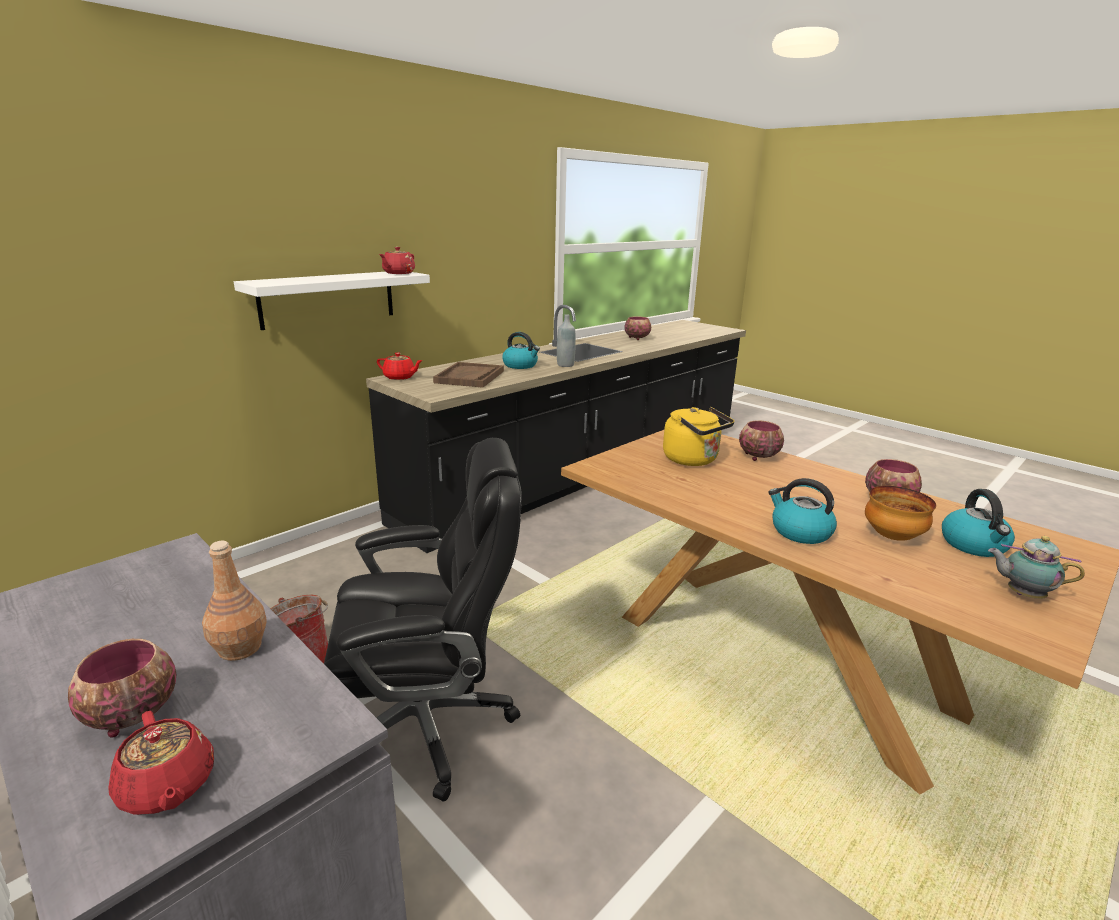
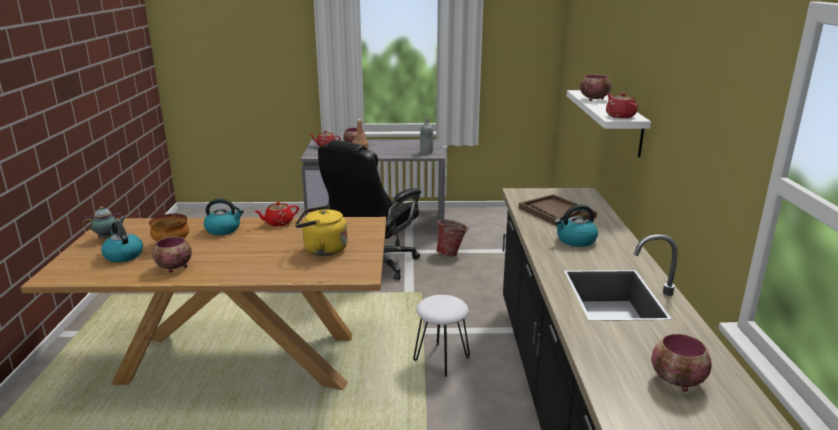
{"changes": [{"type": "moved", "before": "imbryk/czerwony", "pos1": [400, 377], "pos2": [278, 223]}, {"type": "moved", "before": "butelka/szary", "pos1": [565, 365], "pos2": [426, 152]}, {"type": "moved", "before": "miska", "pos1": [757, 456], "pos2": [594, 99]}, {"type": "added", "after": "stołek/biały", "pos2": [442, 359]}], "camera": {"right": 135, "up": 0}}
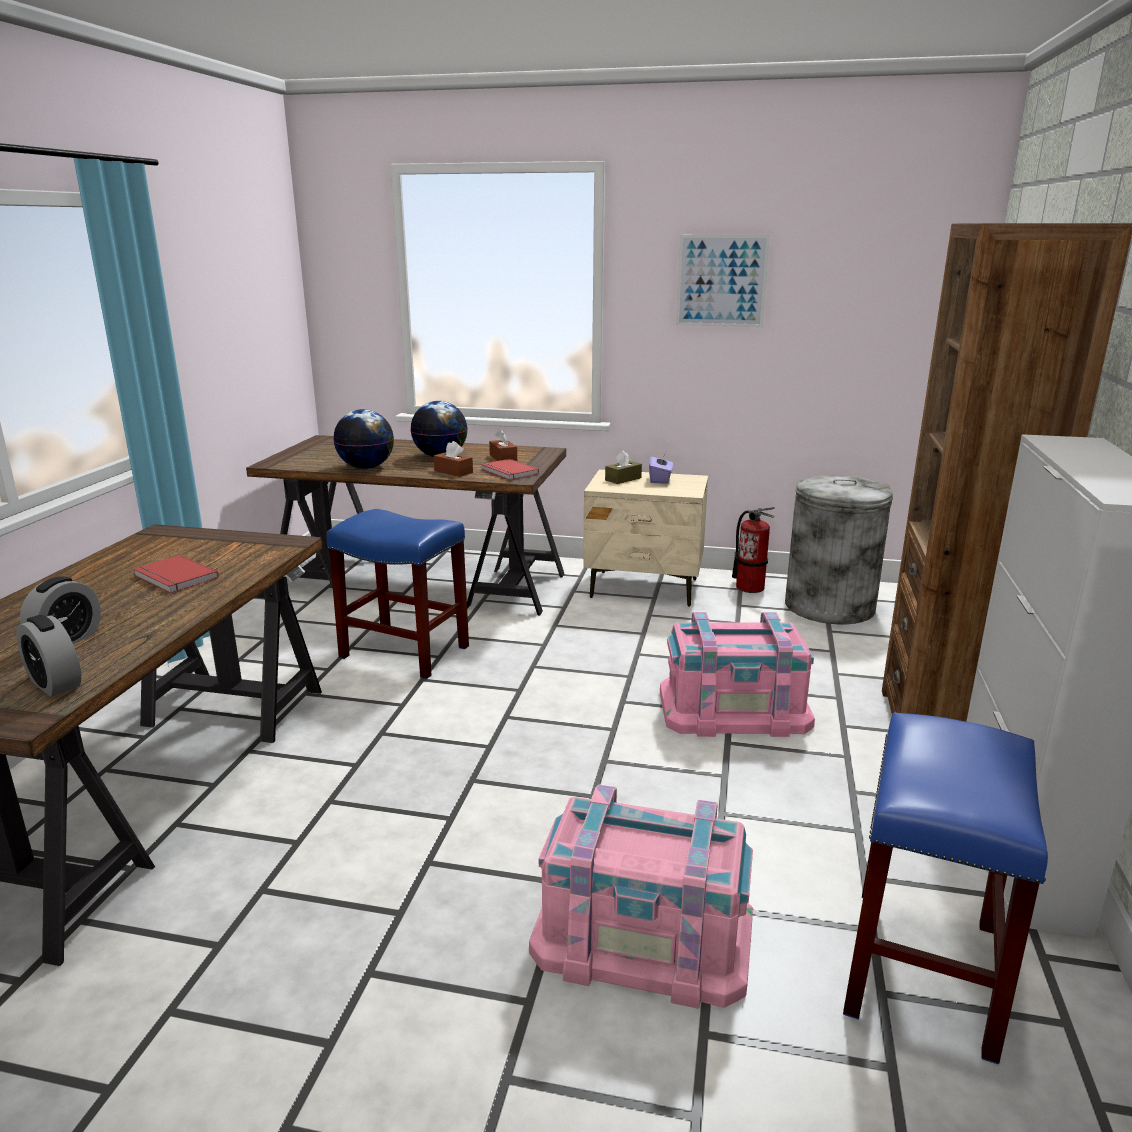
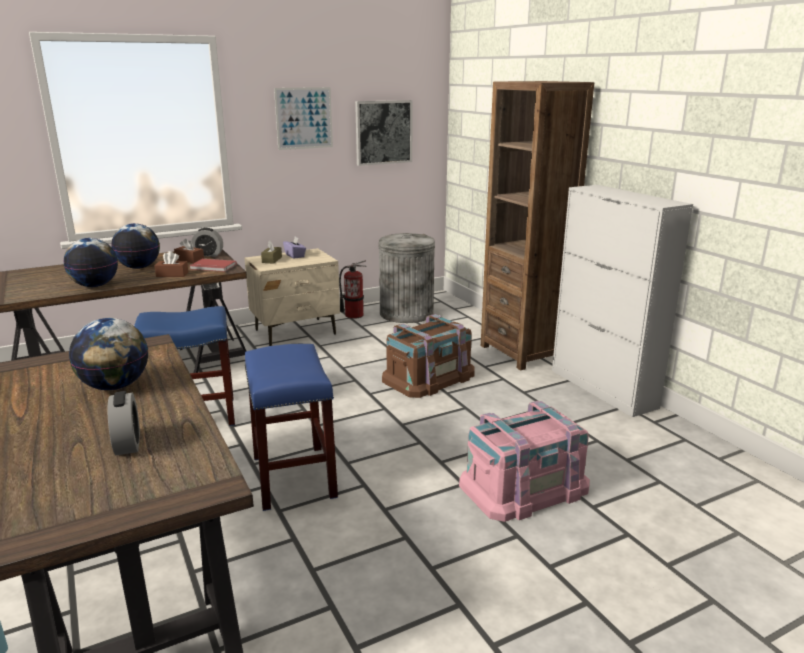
{"changes": [{"type": "moved", "before": "budzik", "pos1": [55, 683], "pos2": [208, 255]}, {"type": "replaced", "before": "książka/czerwony", "after": "globus", "pos1": [174, 578], "pos2": [115, 386]}, {"type": "recoloured", "before": "pojemnik do przechowywania/różowy", "after": "pojemnik do przechowywania/brązowy", "pos1": [733, 709], "pos2": [429, 377]}, {"type": "moved", "before": "stołek/niebieski", "pos1": [924, 970], "pos2": [294, 477]}, {"type": "added", "after": "obraz", "pos2": [383, 132]}], "camera": {"right": -40, "up": 0}}
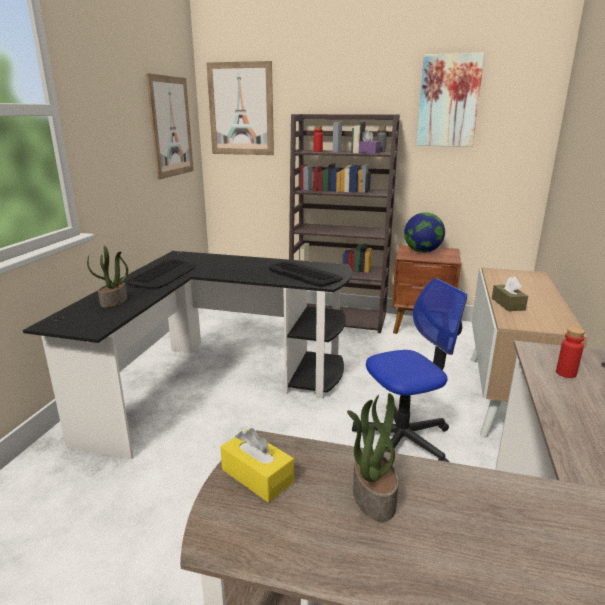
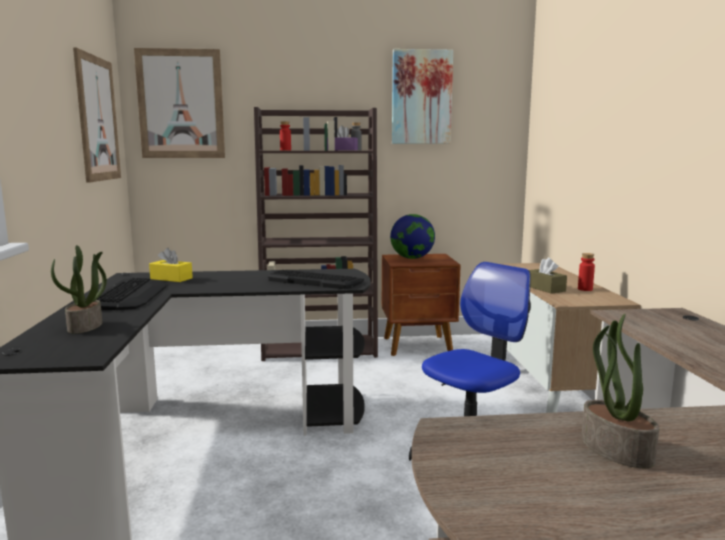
{"changes": [{"type": "moved", "before": "pudełko chusteczek/żółty", "pos1": [257, 476], "pos2": [171, 278]}, {"type": "moved", "before": "butelka/czerwony", "pos1": [566, 373], "pos2": [585, 289]}], "camera": {"right": -20, "up": -10}}
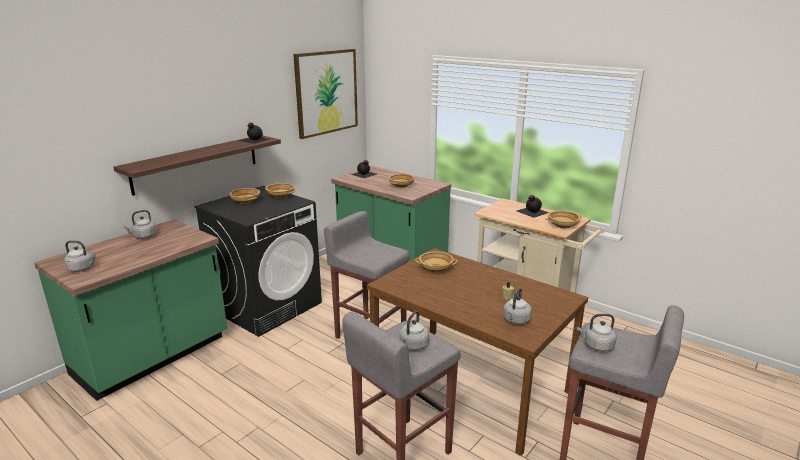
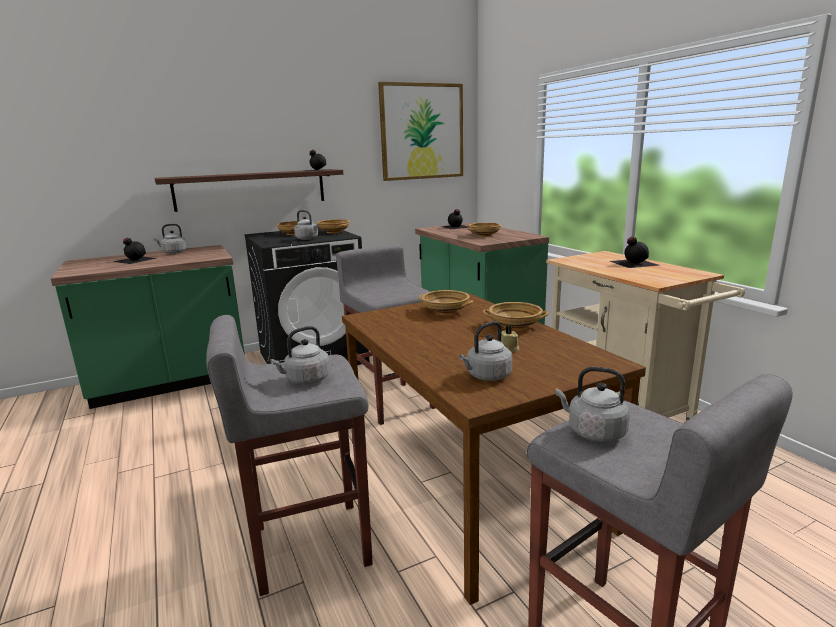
{"changes": [{"type": "moved", "before": "czajnik/szary", "pos1": [82, 268], "pos2": [308, 239]}, {"type": "moved", "before": "miska/beżowy", "pos1": [562, 225], "pos2": [514, 325]}, {"type": "added", "after": "butelka/czarny", "pos2": [134, 260]}], "camera": {"right": 25, "up": -5}}
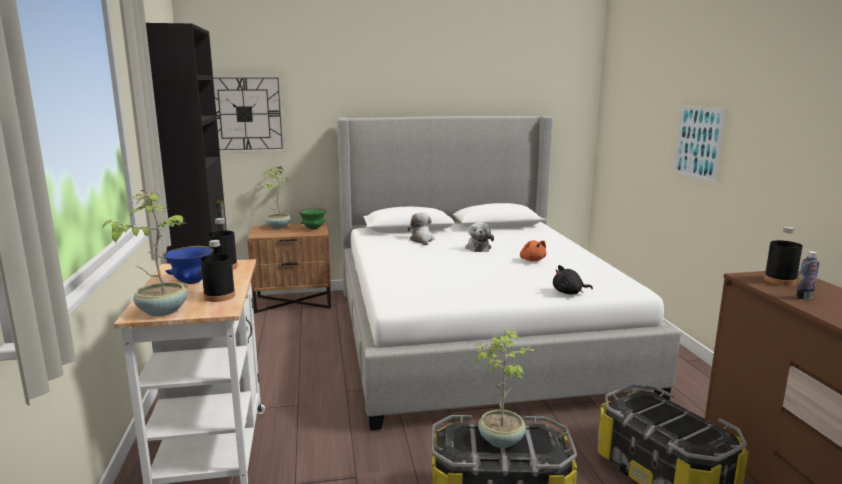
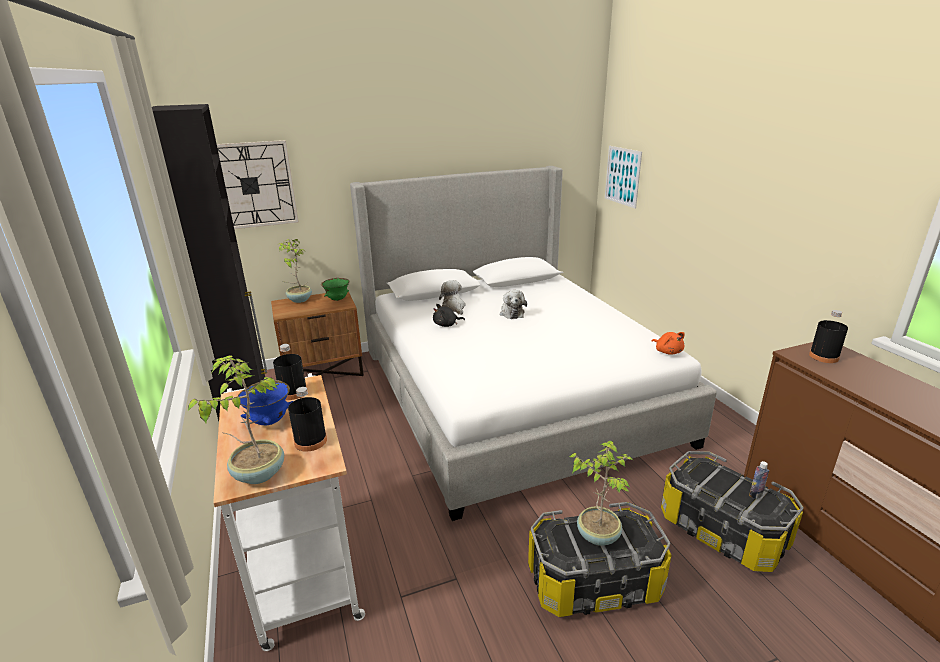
{"changes": [{"type": "moved", "before": "pluszak/pomarańczowy", "pos1": [532, 260], "pos2": [667, 351]}, {"type": "moved", "before": "pluszak/czarny", "pos1": [569, 293], "pos2": [446, 325]}, {"type": "moved", "before": "obraz", "pos1": [698, 142], "pos2": [622, 176]}, {"type": "moved", "before": "butelka", "pos1": [804, 297], "pos2": [755, 495]}], "camera": {"right": -10, "up": 10}}
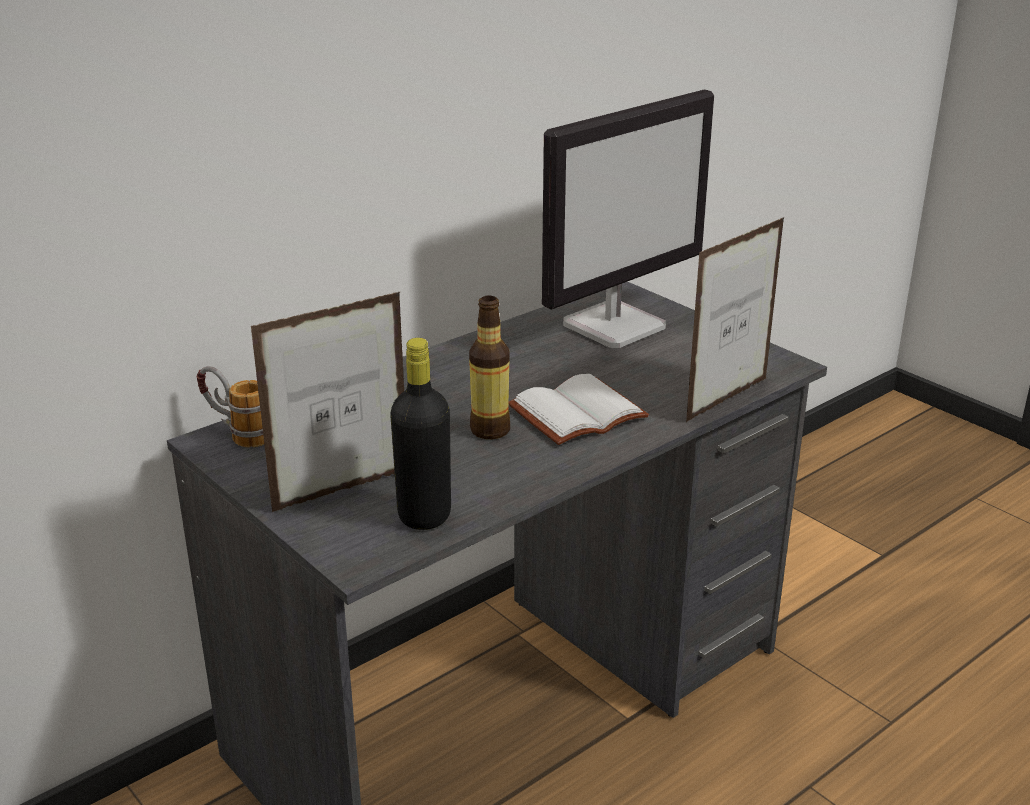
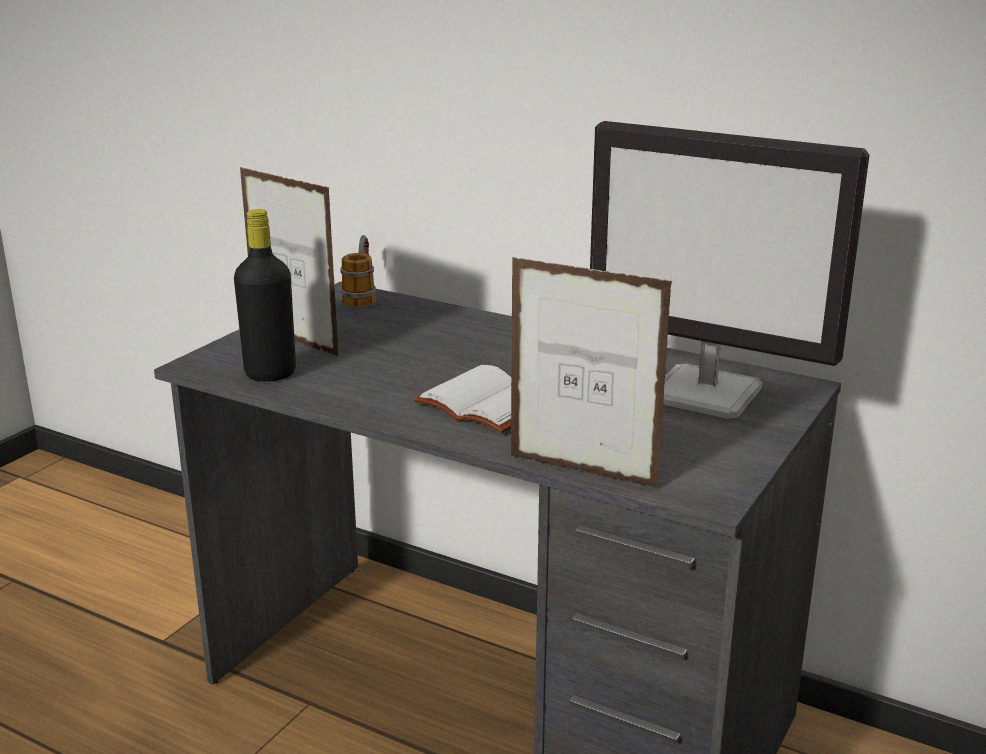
{"changes": [{"type": "removed", "before": "butelka", "pos1": [490, 430]}], "camera": {"right": 70, "up": -5}}
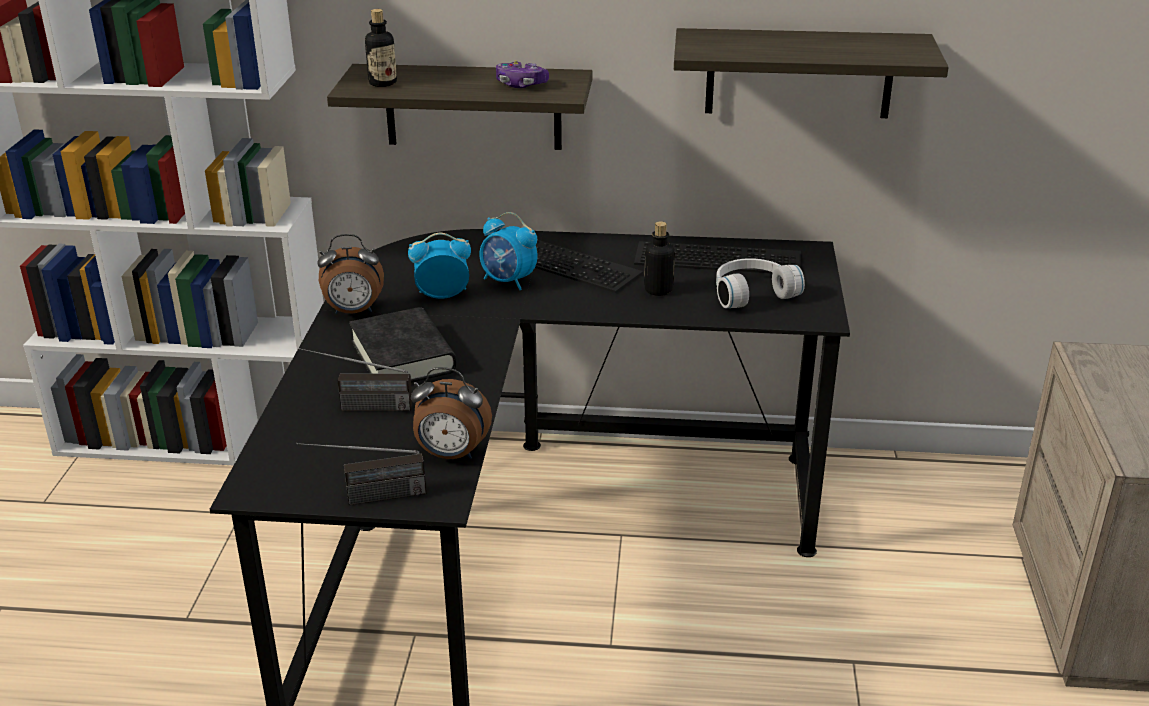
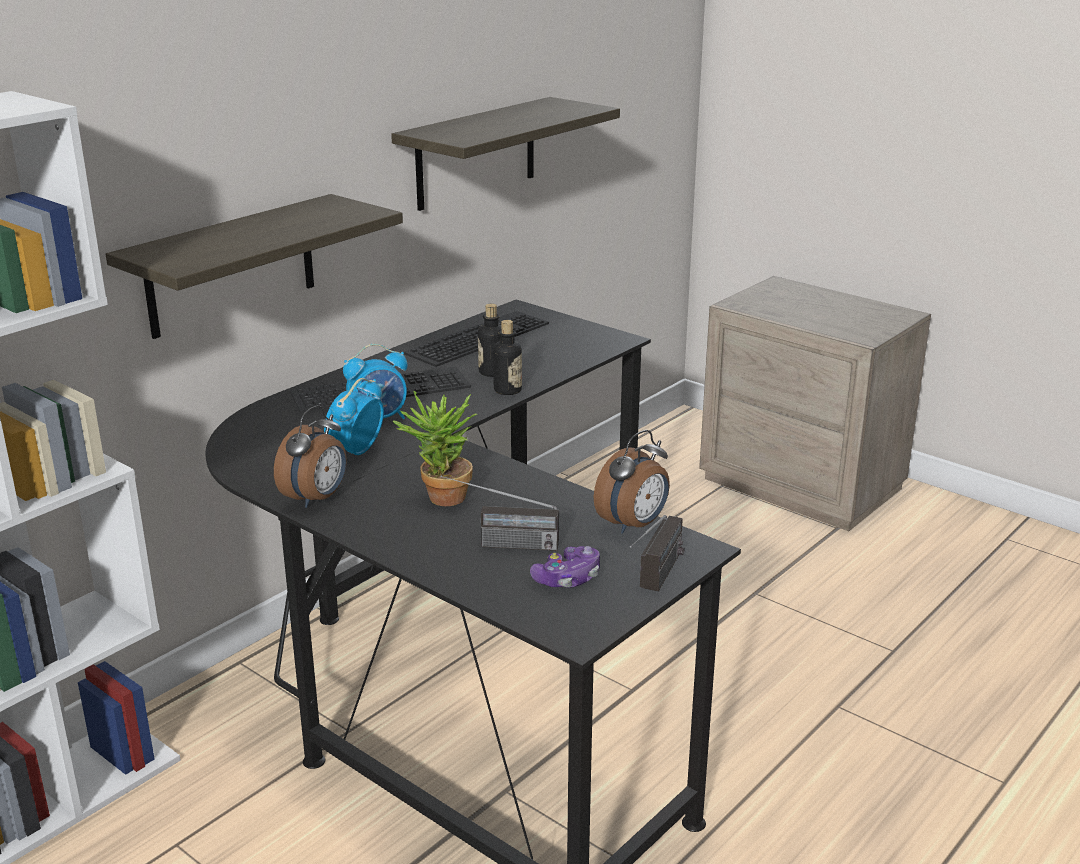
{"changes": [{"type": "turned", "before": "radio", "pos1": [357, 407], "pos2": [499, 544], "turn": 60}, {"type": "replaced", "before": "książka/czarny", "after": "roślina doniczkowa", "pos1": [403, 357], "pos2": [440, 499]}, {"type": "moved", "before": "butelka", "pos1": [383, 83], "pos2": [507, 390]}, {"type": "moved", "before": "pad do gier", "pos1": [521, 84], "pos2": [568, 578]}, {"type": "removed", "before": "słuchawki/biały", "pos1": [751, 293]}], "camera": {"right": -55, "up": -5}}
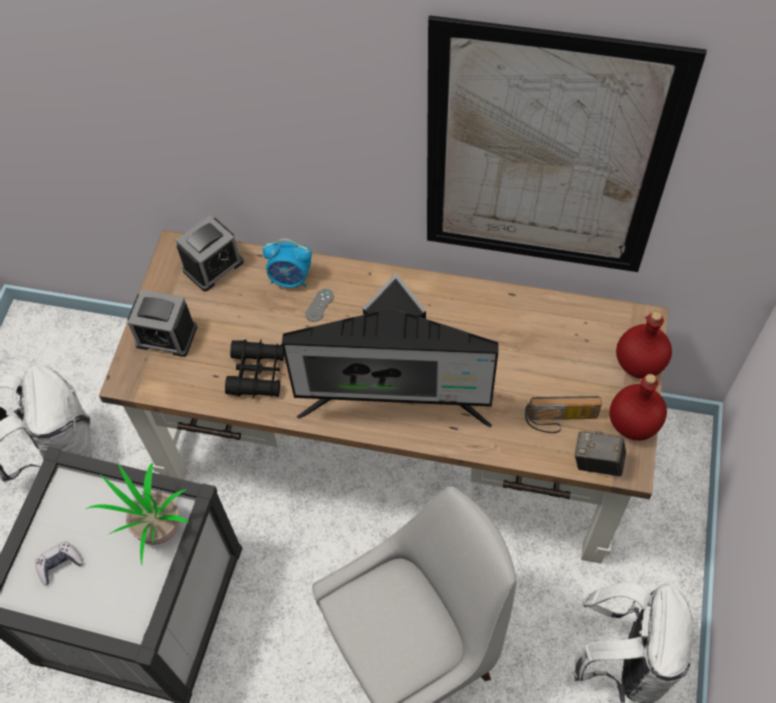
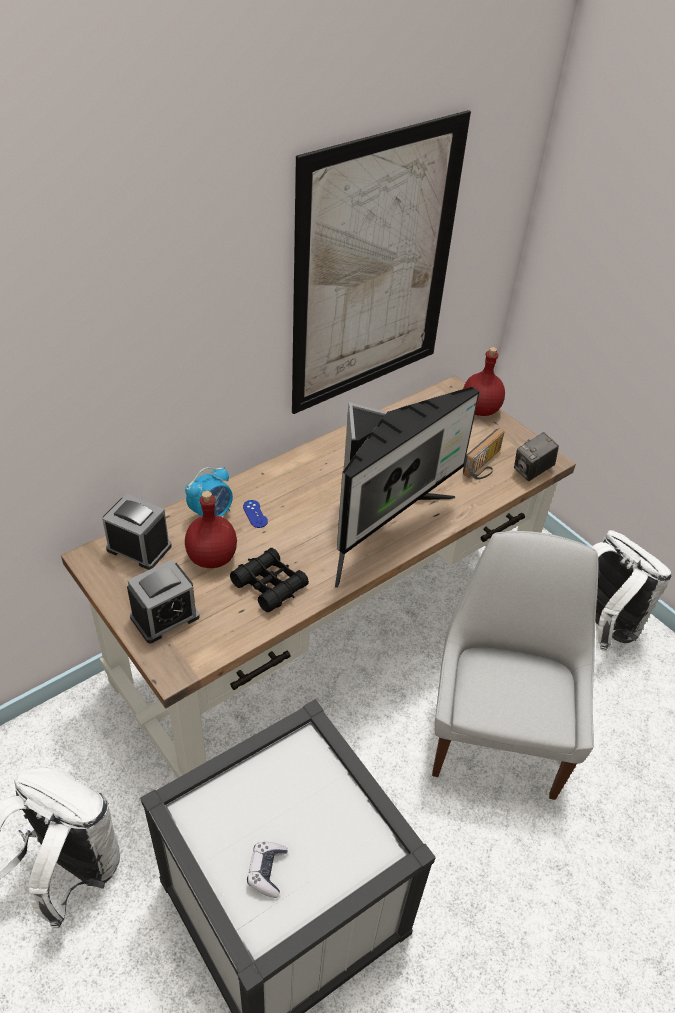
{"changes": [{"type": "removed", "before": "roślina doniczkowa", "pos1": [155, 529]}, {"type": "turned", "before": "budzik", "pos1": [213, 266], "pos2": [139, 547], "turn": -60}, {"type": "recoloured", "before": "pad do gier/szary", "after": "pad do gier/niebieski", "pos1": [319, 305], "pos2": [255, 514]}, {"type": "moved", "before": "butelka/czerwony", "pos1": [632, 422], "pos2": [211, 557]}], "camera": {"right": -55, "up": -15}}
